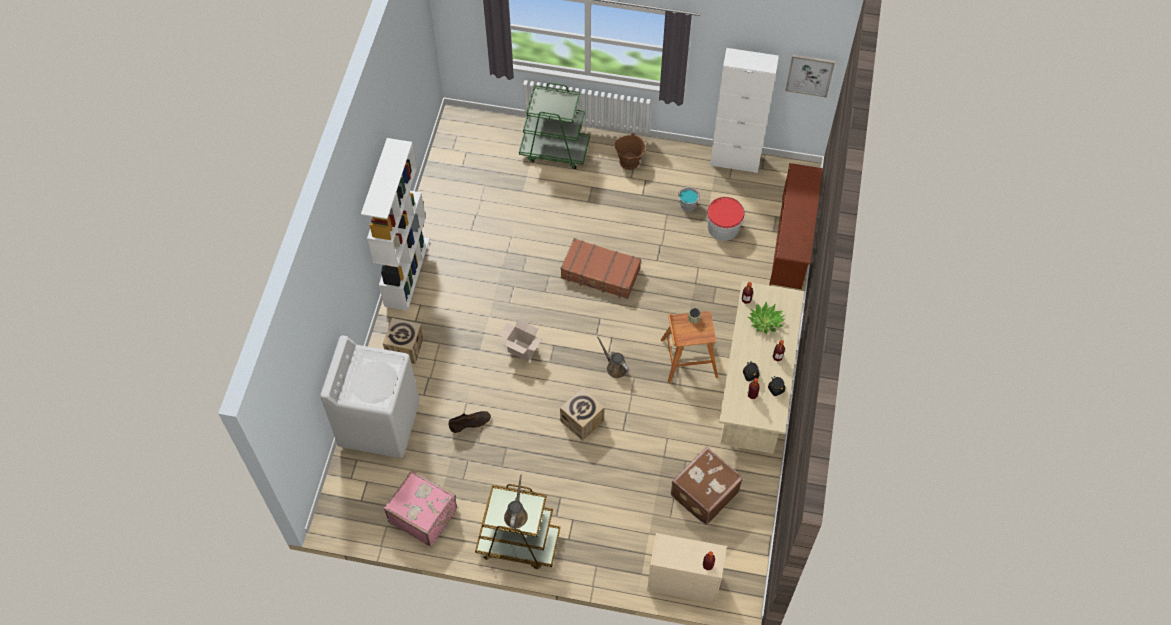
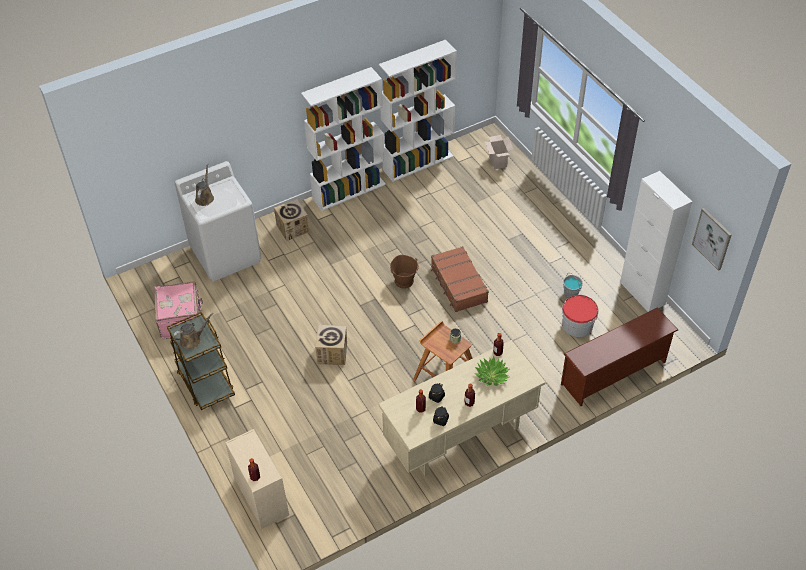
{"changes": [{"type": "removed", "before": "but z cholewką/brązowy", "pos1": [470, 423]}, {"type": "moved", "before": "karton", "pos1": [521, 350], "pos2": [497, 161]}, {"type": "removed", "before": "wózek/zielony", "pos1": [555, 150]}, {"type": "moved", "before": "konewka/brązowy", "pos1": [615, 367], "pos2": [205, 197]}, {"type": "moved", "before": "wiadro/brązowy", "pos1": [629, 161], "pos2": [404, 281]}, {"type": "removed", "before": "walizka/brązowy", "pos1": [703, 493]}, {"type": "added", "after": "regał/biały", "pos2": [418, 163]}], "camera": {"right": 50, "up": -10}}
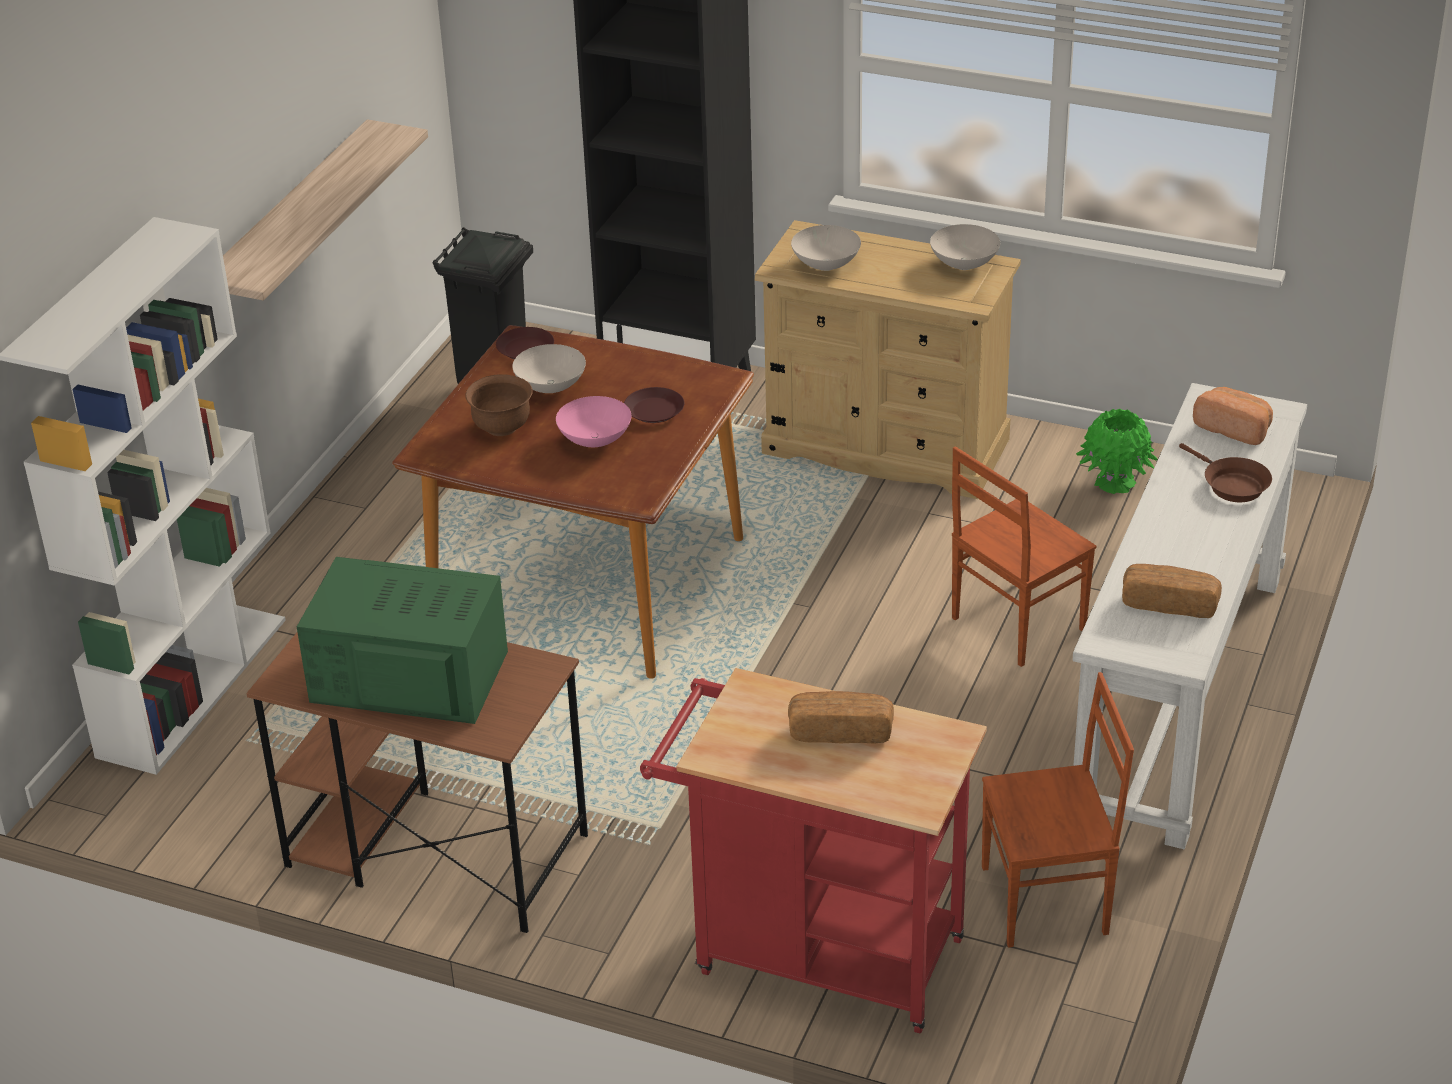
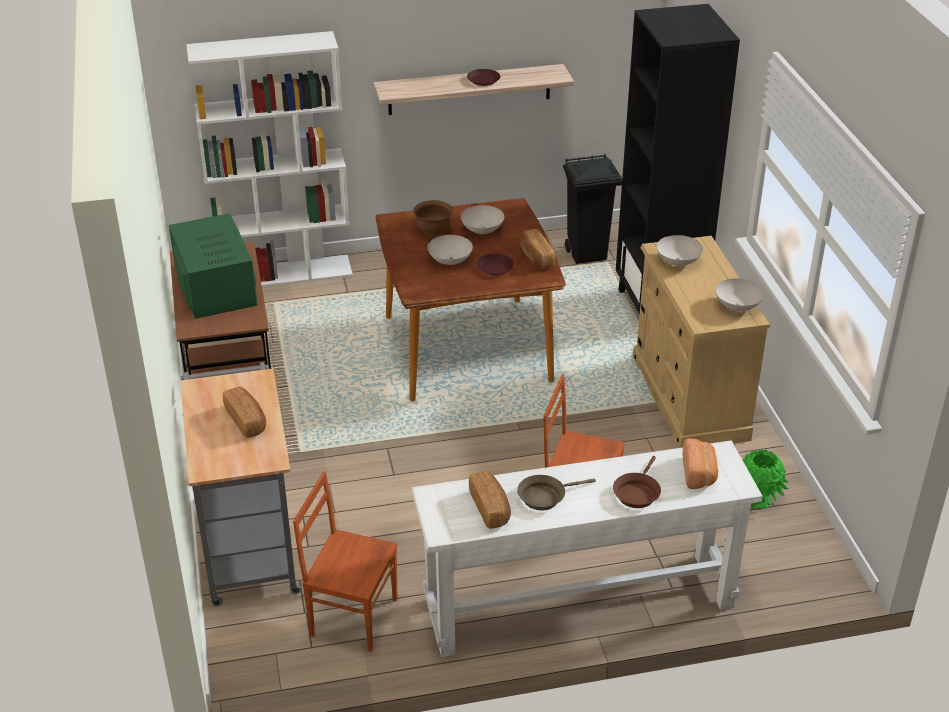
{"changes": [{"type": "moved", "before": "talerz/brązowy", "pos1": [525, 349], "pos2": [483, 80]}, {"type": "recoloured", "before": "miska/różowy", "after": "miska/biały", "pos1": [594, 440], "pos2": [450, 260]}, {"type": "recoloured", "before": "wózek/czerwony", "after": "wózek/szary", "pos1": [814, 953], "pos2": [248, 543]}, {"type": "turned", "before": "krzesło/brązowy", "pos1": [1047, 901], "pos2": [353, 616], "turn": 150}, {"type": "added", "after": "patelnia/brązowy", "pos2": [545, 496]}, {"type": "added", "after": "chleb", "pos2": [535, 258]}], "camera": {"right": 55, "up": 0}}
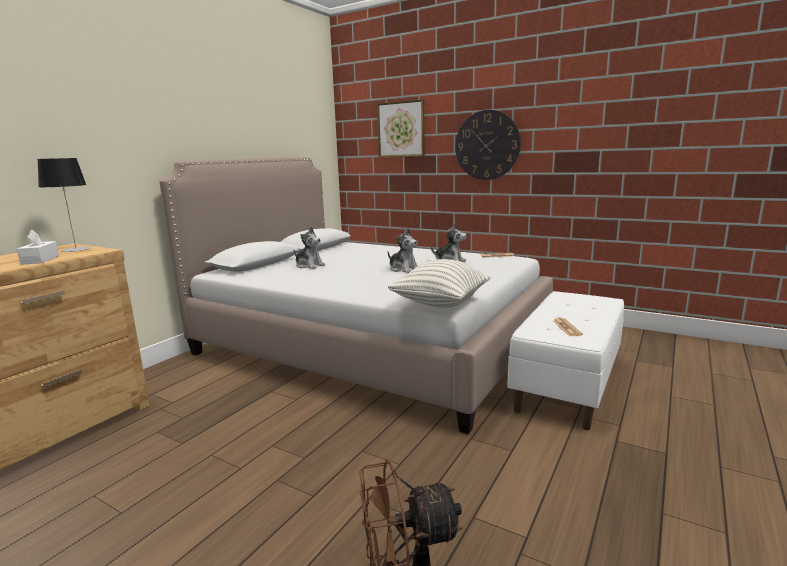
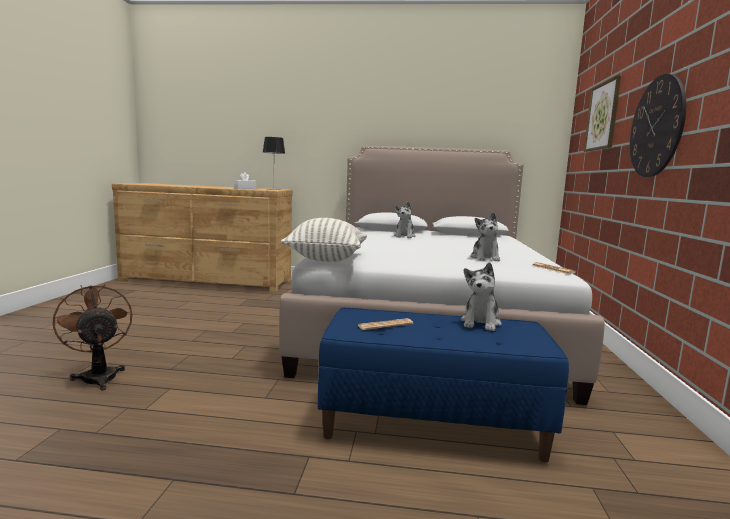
{"changes": [{"type": "moved", "before": "pluszak", "pos1": [403, 269], "pos2": [481, 323]}, {"type": "recoloured", "before": "ławka/biały", "after": "ławka/niebieski", "pos1": [567, 384], "pos2": [432, 423]}], "camera": {"right": 65, "up": -5}}
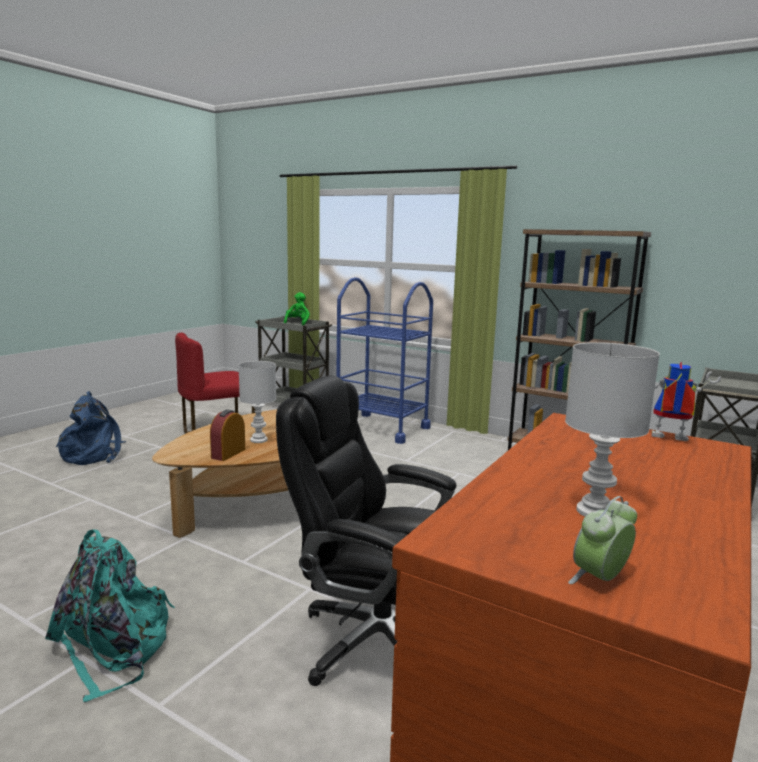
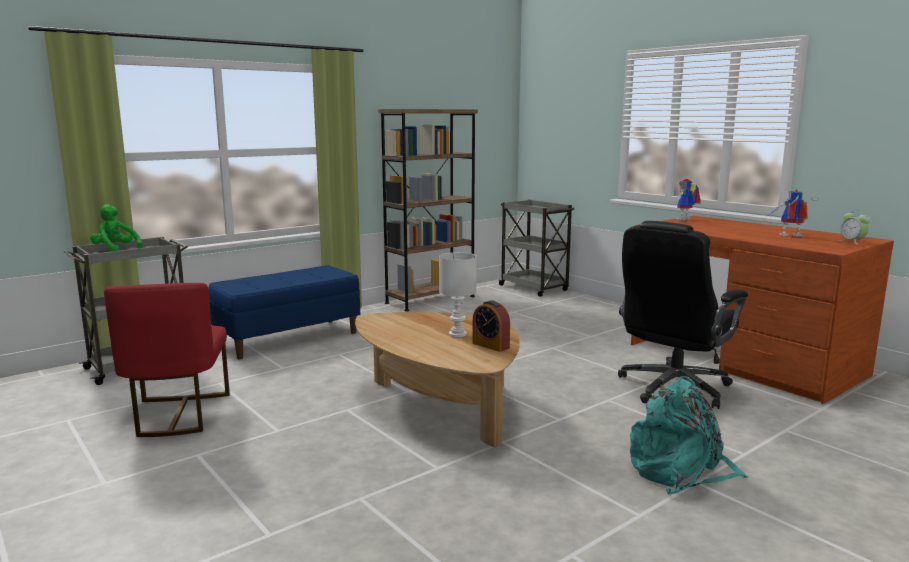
{"changes": [{"type": "removed", "before": "plecak/niebieski", "pos1": [93, 454]}, {"type": "replaced", "before": "wózek/niebieski", "after": "ławka/niebieski", "pos1": [382, 428], "pos2": [289, 338]}, {"type": "replaced", "before": "lampa stołowa/biały", "after": "robot zabawkowy", "pos1": [593, 511], "pos2": [789, 236]}], "camera": {"right": -70, "up": 0}}
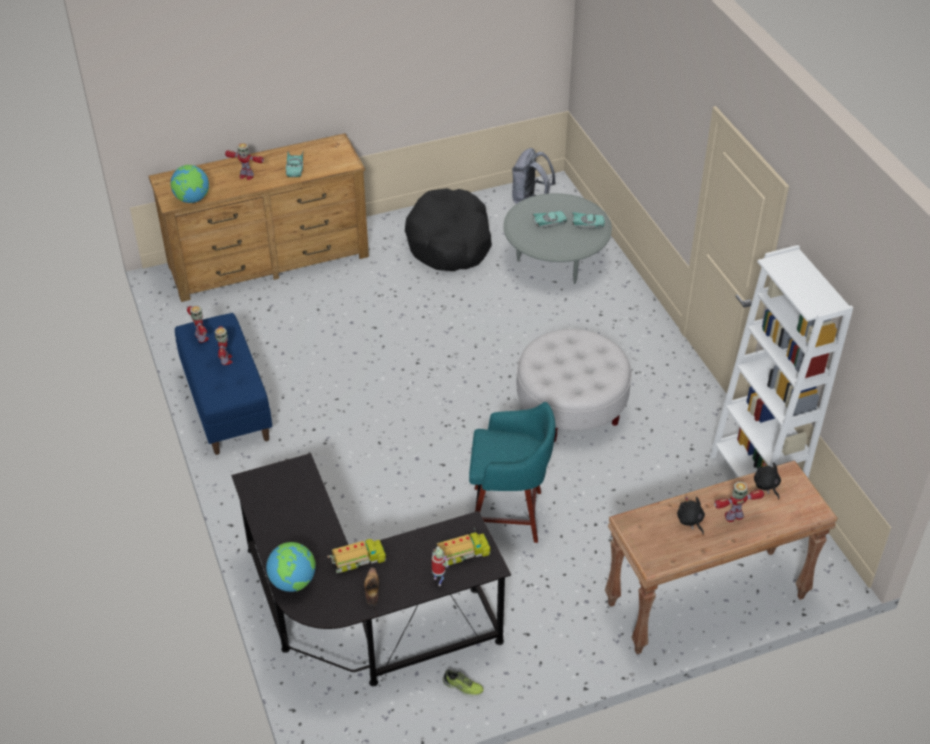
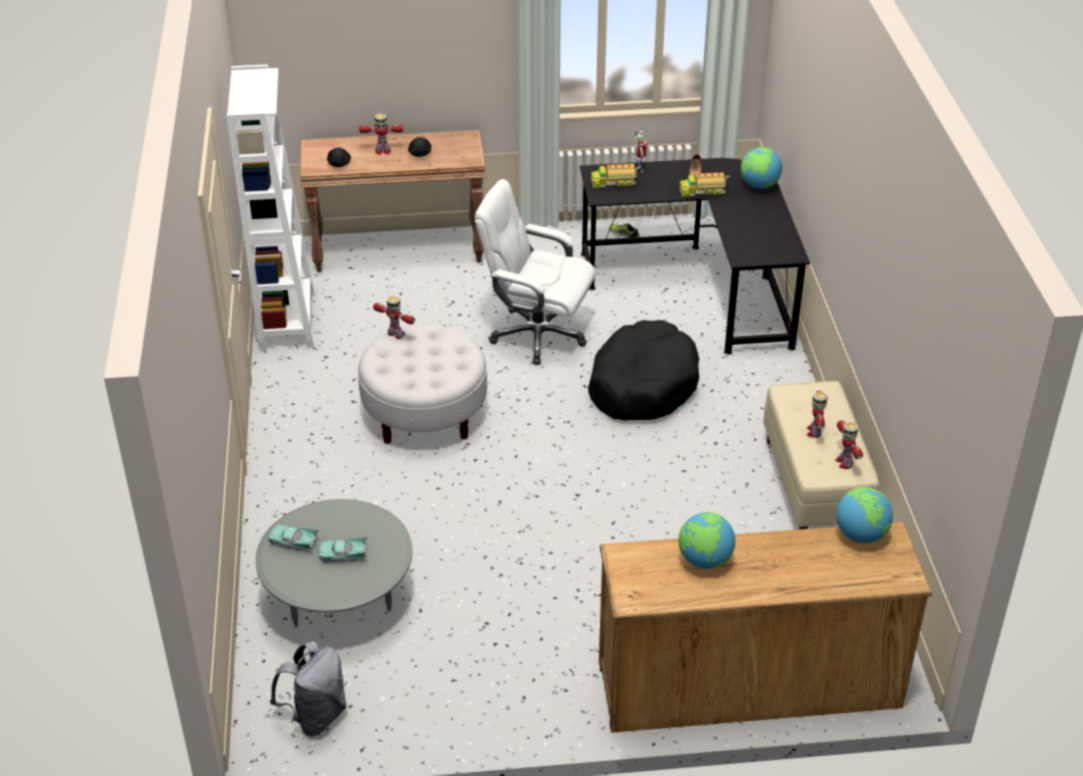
{"changes": [{"type": "recoloured", "before": "ławka/niebieski", "after": "ławka/beżowy", "pos1": [226, 404], "pos2": [815, 487]}, {"type": "moved", "before": "robot zabawkowy", "pos1": [246, 176], "pos2": [396, 334]}, {"type": "replaced", "before": "samochodzik/turkusowy", "after": "globus", "pos1": [295, 168], "pos2": [704, 561]}, {"type": "moved", "before": "legowisko/czarny", "pos1": [449, 242], "pos2": [642, 384]}, {"type": "replaced", "before": "stołek/turkusowy", "after": "krzesło biurowe/biały", "pos1": [509, 514], "pos2": [536, 334]}], "camera": {"right": -165, "up": -5}}
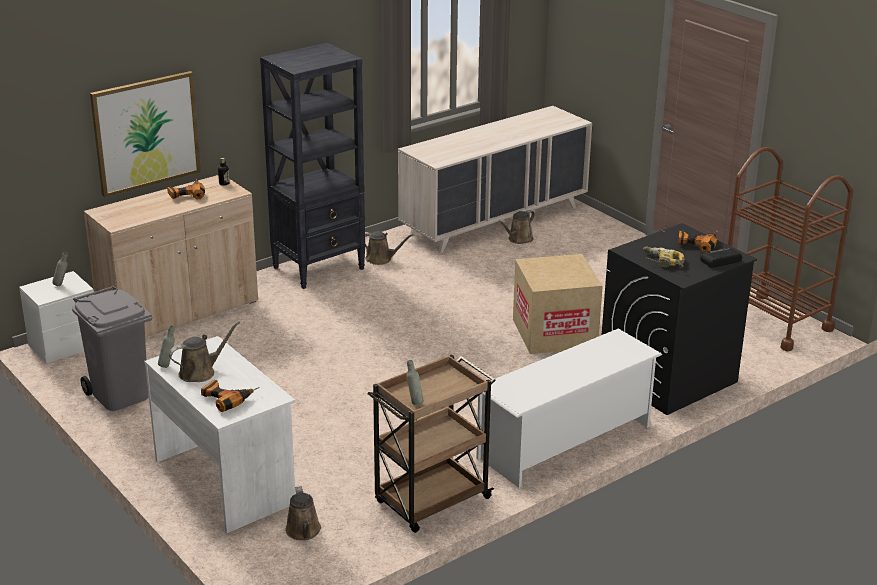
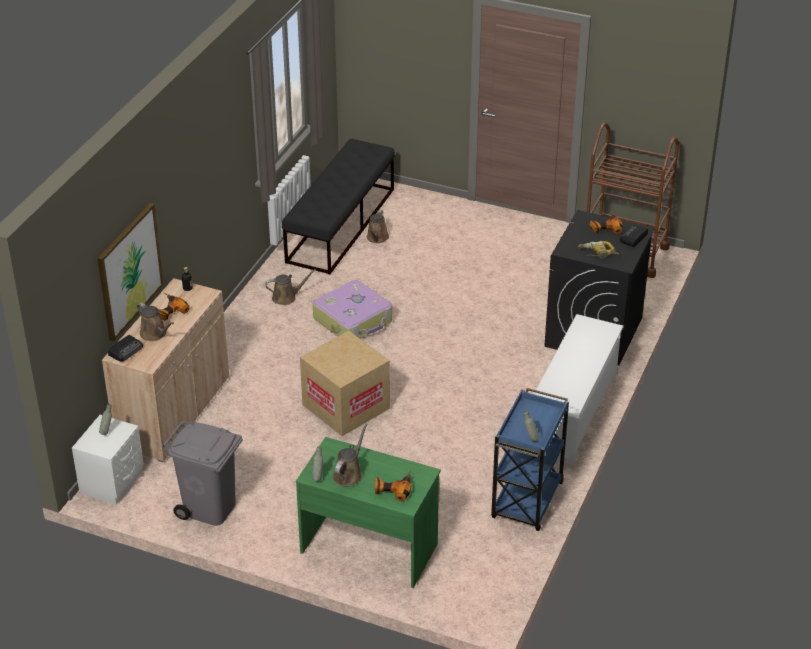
{"changes": [{"type": "recoloured", "before": "biurko/biały", "after": "biurko/zielony", "pos1": [225, 480], "pos2": [369, 547]}, {"type": "removed", "before": "regał/czarny", "pos1": [319, 268]}, {"type": "moved", "before": "konewka/brązowy", "pos1": [304, 531], "pos2": [155, 334]}, {"type": "recoloured", "before": "wózek/brązowy", "after": "wózek/niebieski", "pos1": [431, 501], "pos2": [527, 502]}, {"type": "replaced", "before": "komoda/beżowy", "after": "ławka/czarny", "pos1": [495, 221], "pos2": [341, 225]}, {"type": "moved", "before": "karton", "pos1": [554, 333], "pos2": [346, 406]}, {"type": "added", "after": "radio", "pos2": [126, 350]}, {"type": "added", "after": "walizka", "pos2": [353, 320]}], "camera": {"right": -30, "up": 10}}
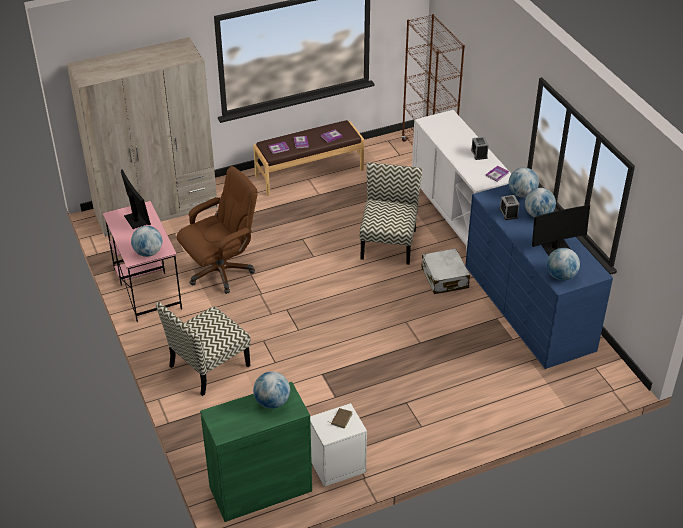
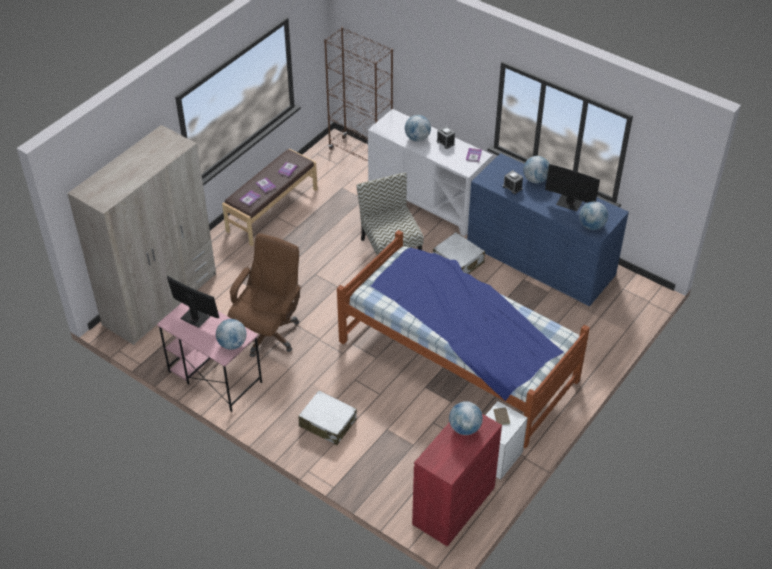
{"changes": [{"type": "replaced", "before": "krzesło", "after": "walizka/biały", "pos1": [208, 367], "pos2": [327, 423]}, {"type": "recoloured", "before": "szafka/zielony", "after": "szafka/czerwony", "pos1": [260, 489], "pos2": [453, 505]}, {"type": "moved", "before": "globus", "pos1": [522, 194], "pos2": [417, 138]}, {"type": "turned", "before": "monitor", "pos1": [555, 247], "pos2": [569, 203], "turn": 75}, {"type": "added", "after": "łóżko", "pos2": [458, 360]}], "camera": {"right": -30, "up": 5}}
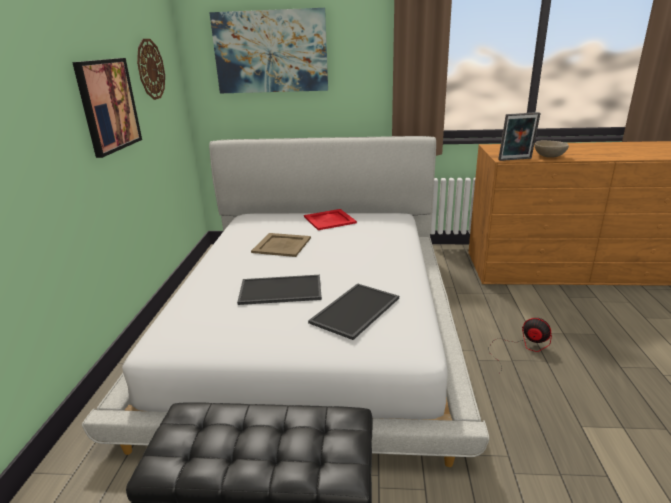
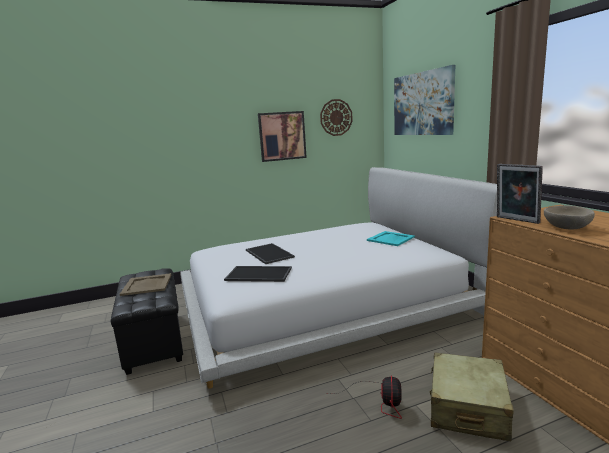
{"changes": [{"type": "moved", "before": "taca/beżowy", "pos1": [282, 245], "pos2": [147, 285]}, {"type": "recoloured", "before": "taca/czerwony", "after": "taca/turkusowy", "pos1": [329, 220], "pos2": [390, 238]}, {"type": "added", "after": "walizka/beżowy", "pos2": [467, 407]}], "camera": {"right": 65, "up": -10}}
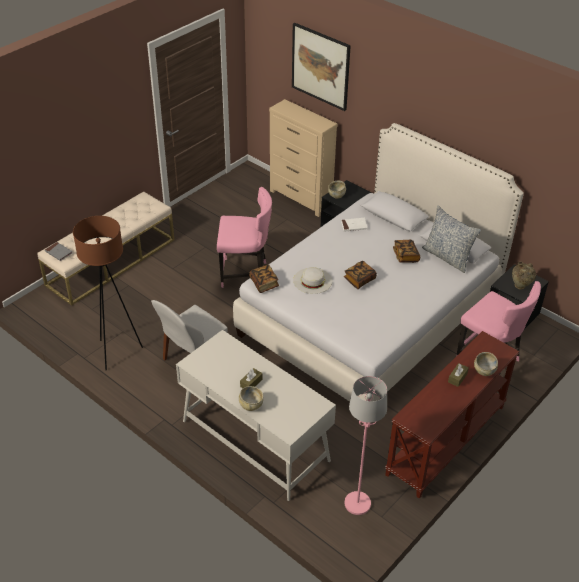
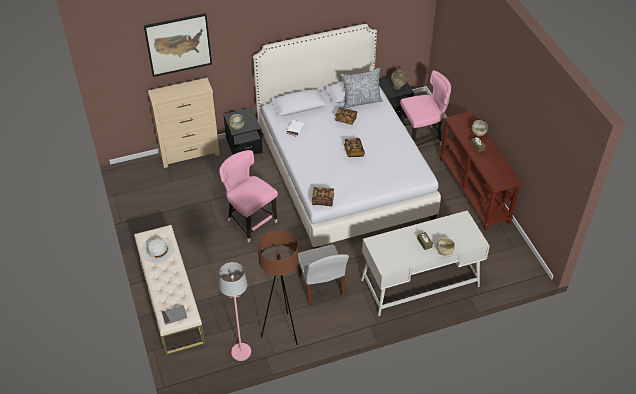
{"changes": [{"type": "turned", "before": "krzesło/różowy", "pos1": [245, 273], "pos2": [250, 222], "turn": -75}, {"type": "moved", "before": "kapelusz/biały", "pos1": [312, 280], "pos2": [157, 249]}, {"type": "moved", "before": "lampa stojąca/różowy", "pos1": [357, 503], "pos2": [241, 352]}], "camera": {"right": -60, "up": 5}}
